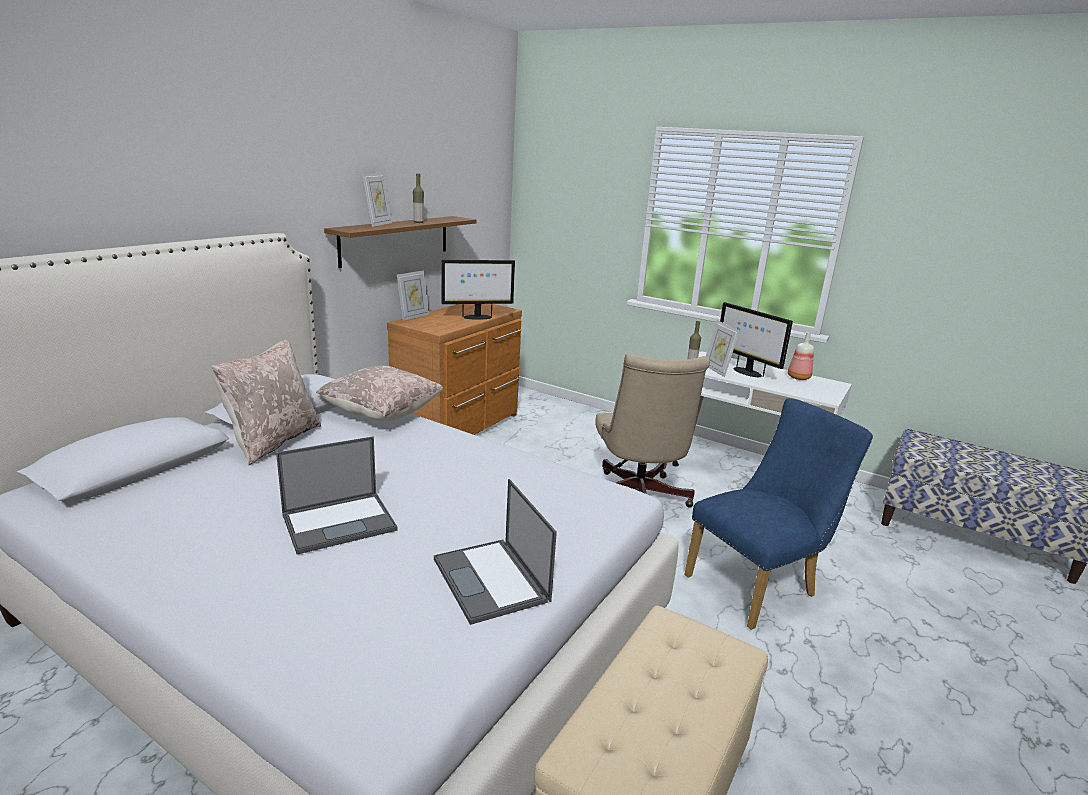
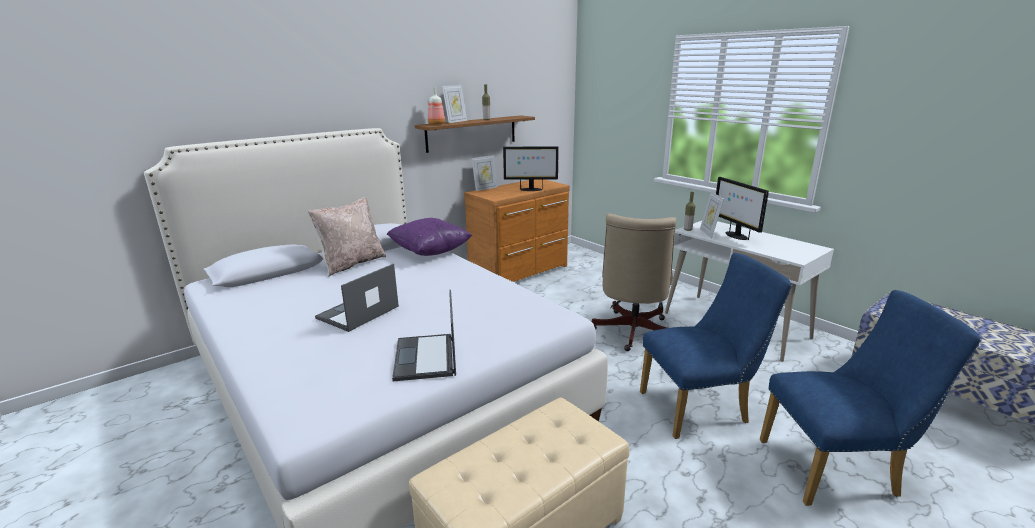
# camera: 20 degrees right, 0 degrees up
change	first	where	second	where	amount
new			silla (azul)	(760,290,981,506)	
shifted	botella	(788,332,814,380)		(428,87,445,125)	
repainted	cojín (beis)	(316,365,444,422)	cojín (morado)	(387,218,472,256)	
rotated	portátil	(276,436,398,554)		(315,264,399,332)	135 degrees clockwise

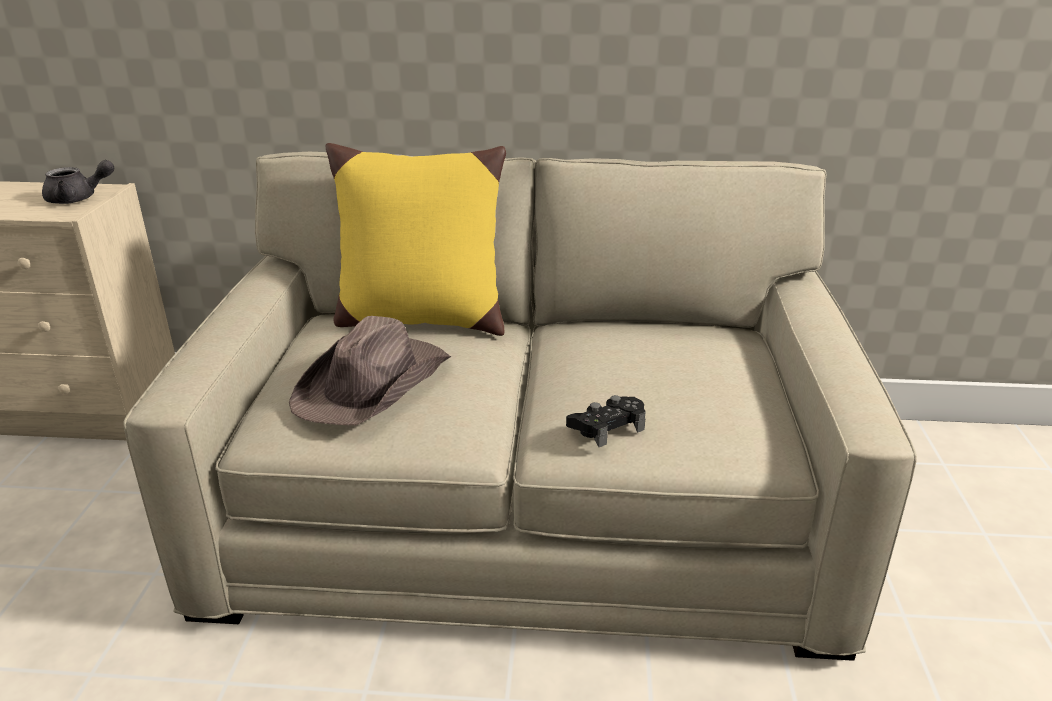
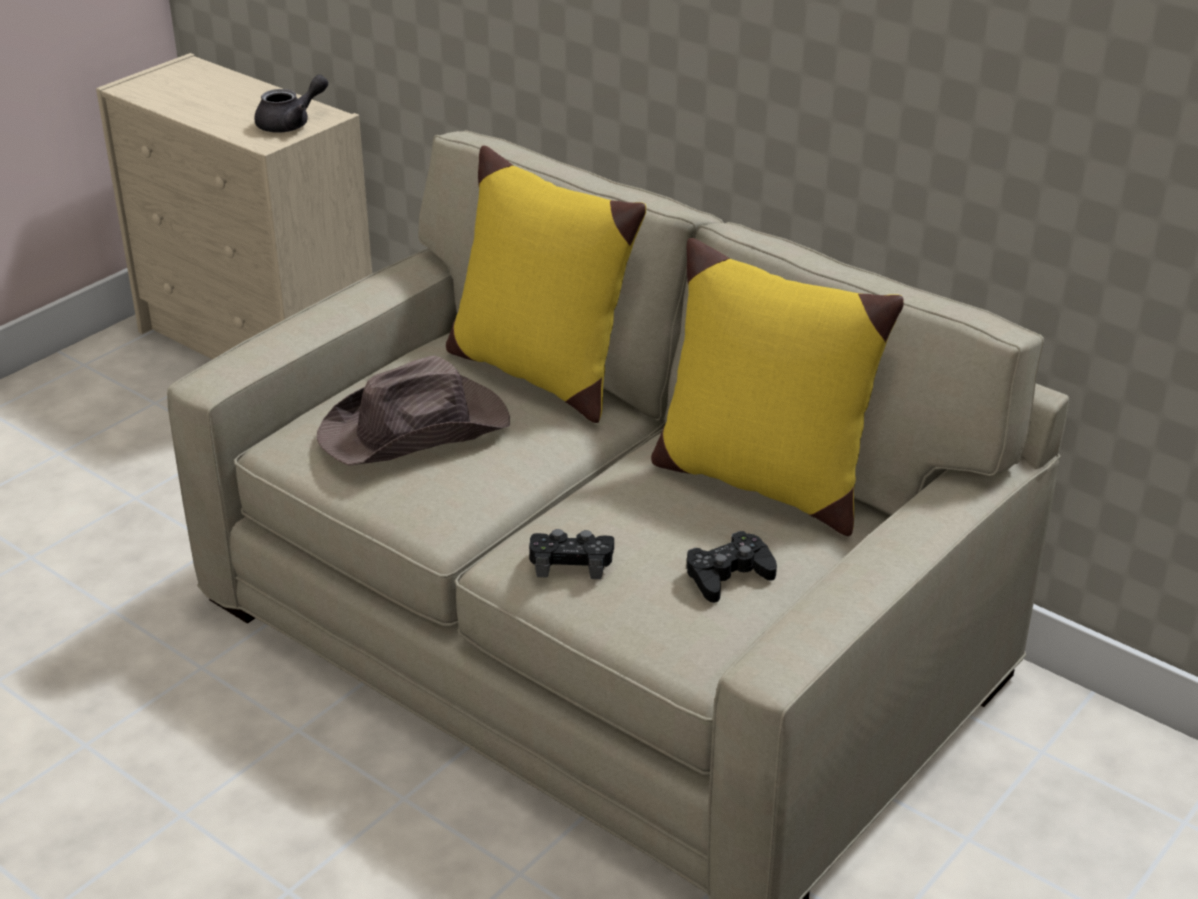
# camera: 35 degrees right, 5 degrees up
change	first	where	second	where	amount
new			cojín (amarillo)	(651,238,904,536)	
new			mando de consola (negro)	(687,531,777,603)	
rotated	tetera (gris)	(42,160,114,204)		(254,75,328,133)	60 degrees counterclockwise

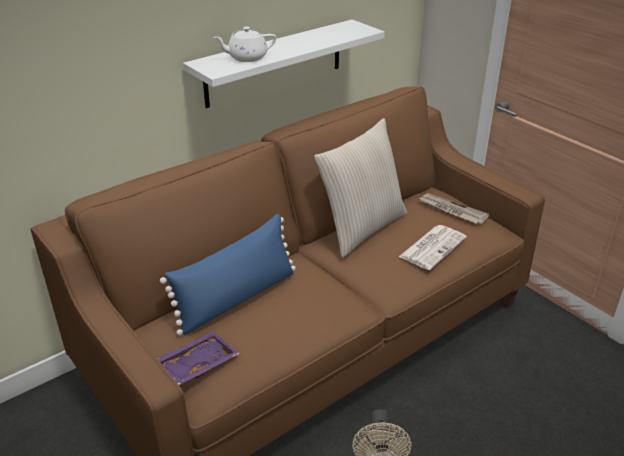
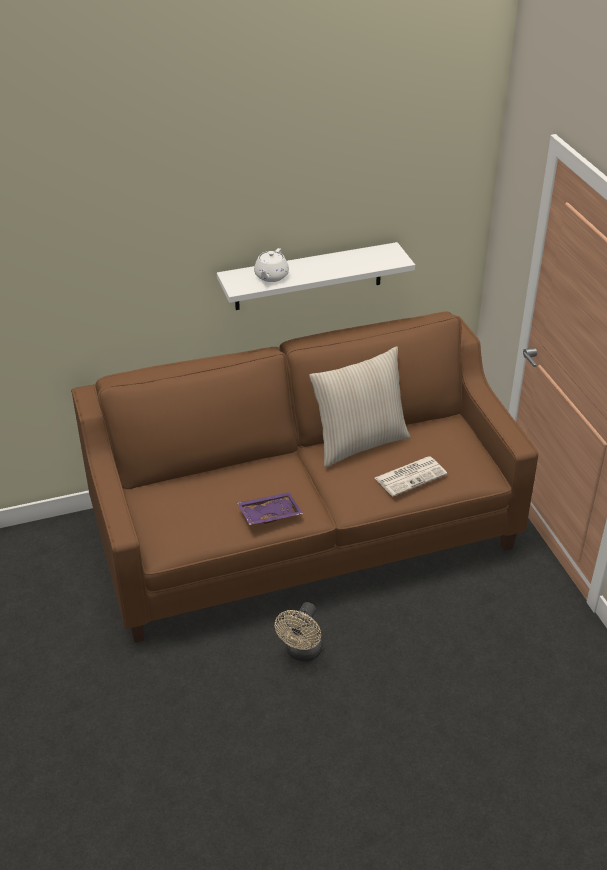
# camera: 20 degrees right, 5 degrees up
change	first	where	second	where	amount
gone	cojín (azul)	(160,214,296,336)			
gone	periódico	(418,193,489,224)			
shifted	bandeja (morado)	(157,332,240,385)		(237,492,303,525)	
rotated	tetera (blanco)	(213,27,276,62)		(254,248,289,282)	75 degrees counterclockwise

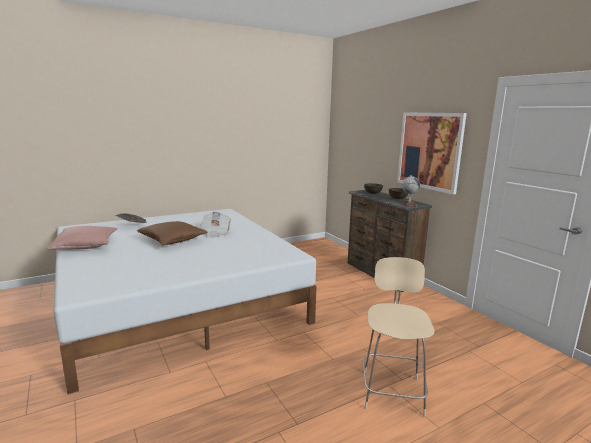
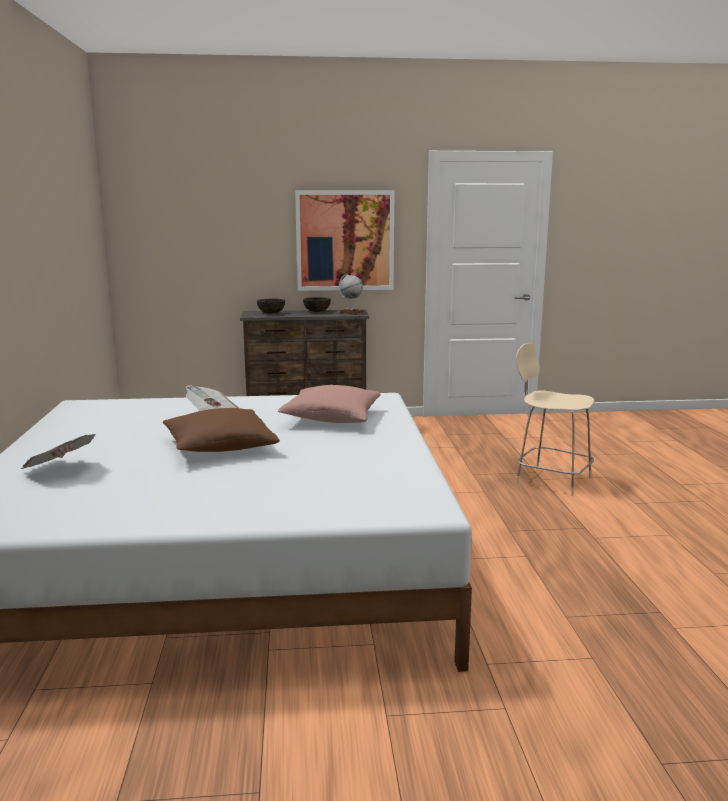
# camera: 65 degrees left, 0 degrees up
change	first	where	second	where	amount
shifted	cojín (rosa)	(47,226,118,250)		(278,385,381,423)	

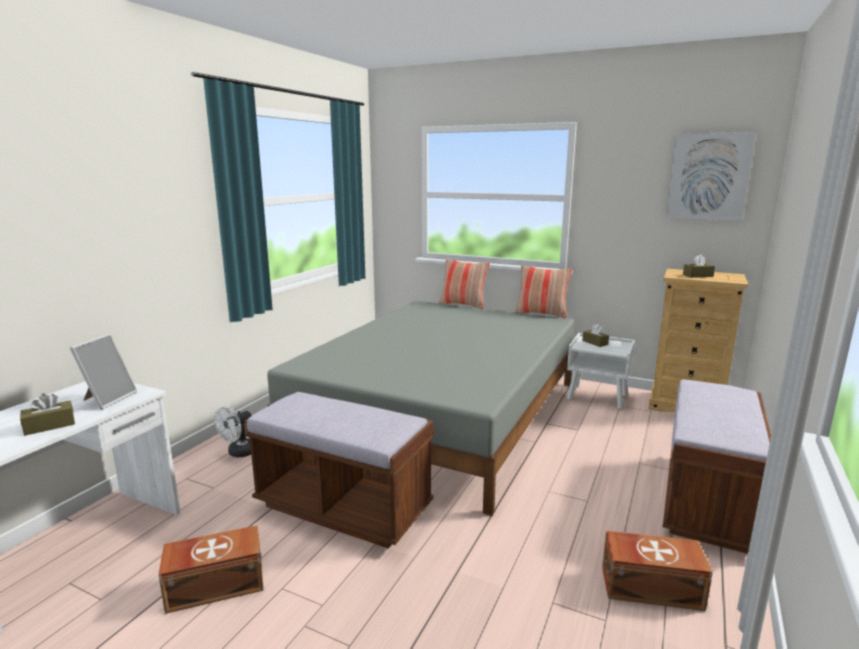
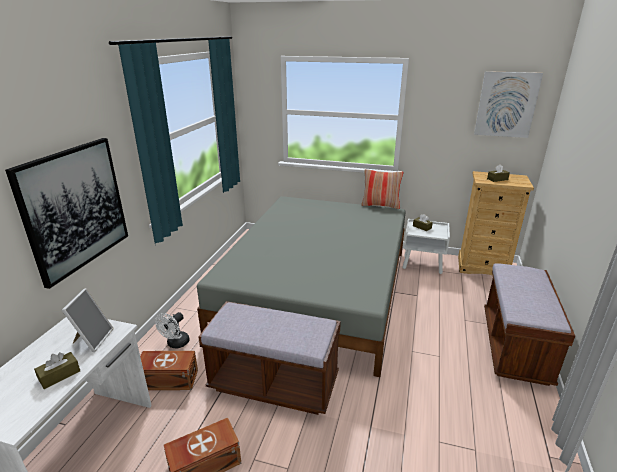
# camera: 10 degrees left, 10 degrees up
change	first	where	second	where	amount
gone	cojín	(439,259,490,309)			
new			cuadro	(5,138,128,289)	
shifted	caja de almacenaje (marrón)	(602,531,713,611)		(140,351,198,390)	

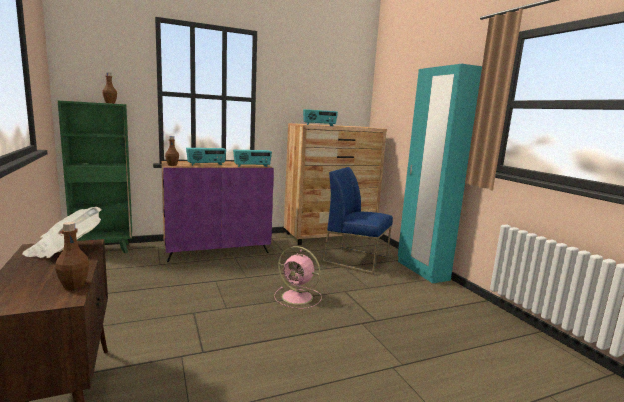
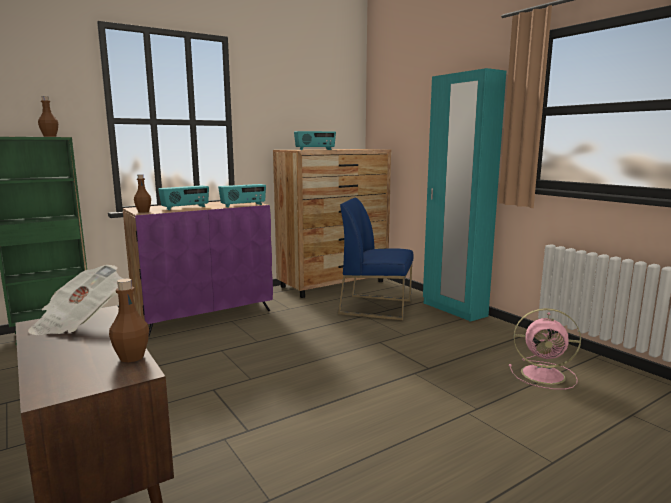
# camera: 10 degrees left, 0 degrees up
change	first	where	second	where	amount
shifted	ventilador (rosa)	(274,246,322,309)		(509,308,581,389)	

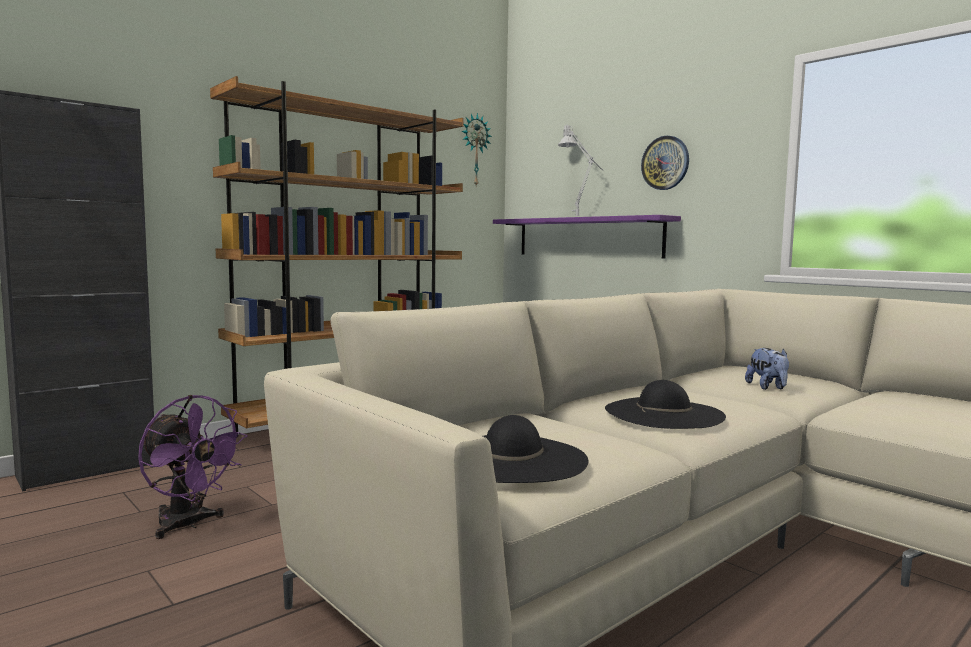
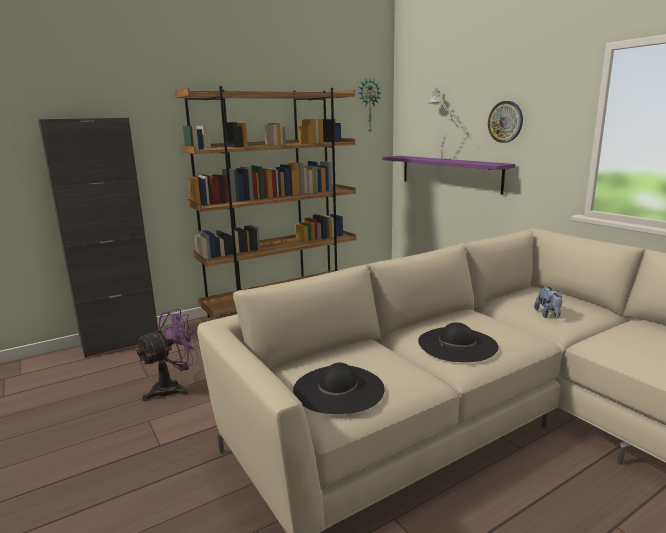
# camera: 10 degrees right, 10 degrees up
change	first	where	second	where	amount
rotated	ventilador (morado)	(138,395,248,539)		(135,309,200,401)	90 degrees counterclockwise

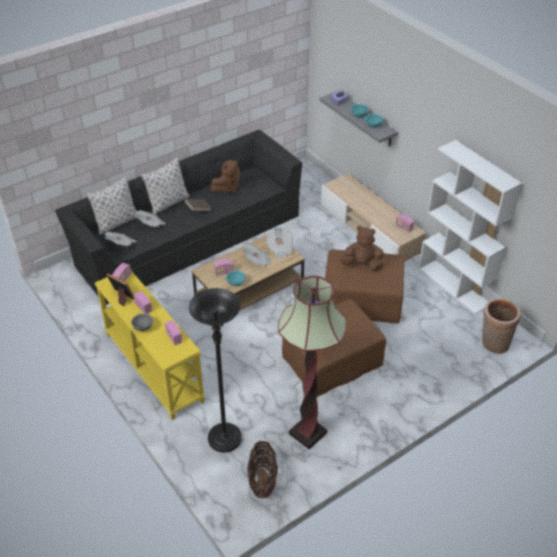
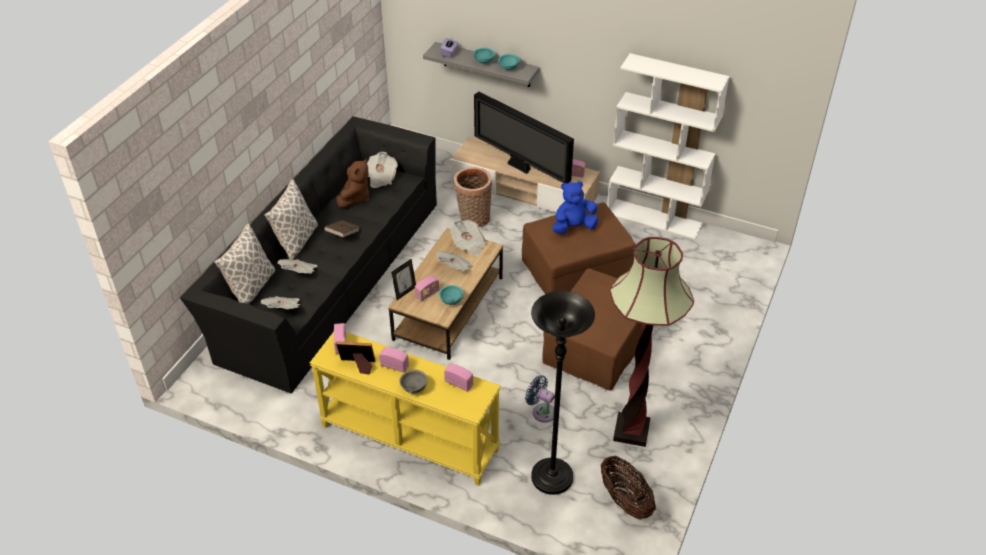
# camera: 30 degrees left, 0 degrees up
change	first	where	second	where	amount
new			periódico	(367,152,398,188)	
new			portarretratos	(391,259,416,300)	
new			televisor	(474,92,574,184)	
new			ventilador (azul)	(525,375,555,423)	
shifted	cesta	(482,298,521,354)		(454,167,492,227)	
repainted	peluche (marrón)	(340,226,384,271)	peluche (azul)	(552,181,598,234)	

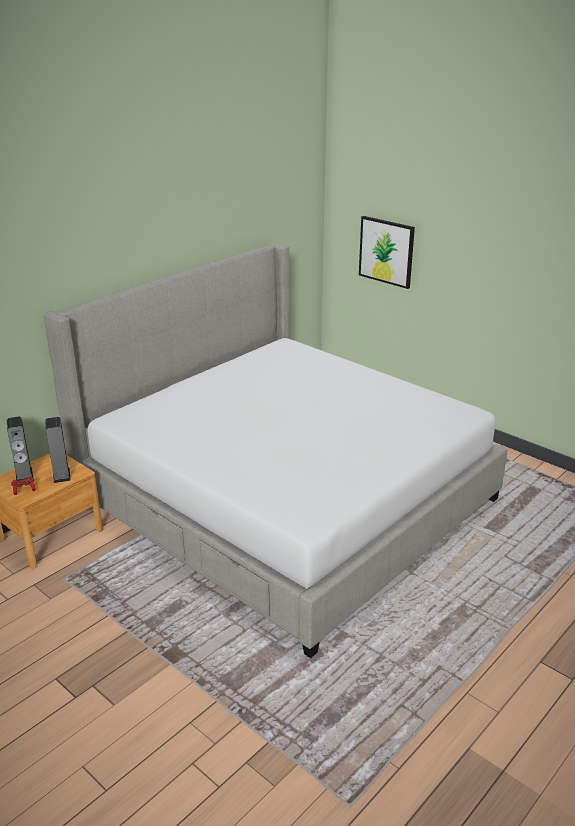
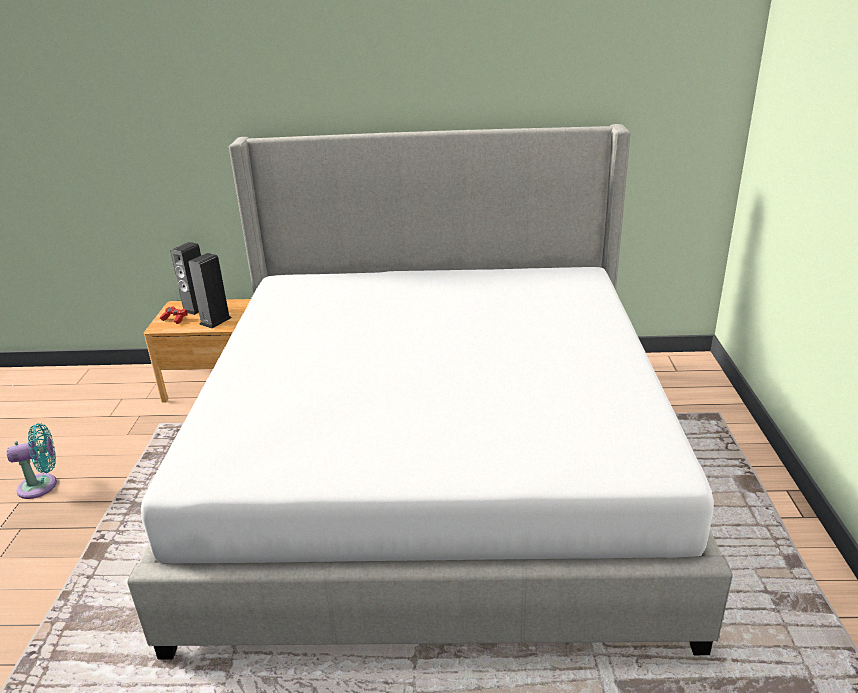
# camera: 50 degrees right, 0 degrees up
change	first	where	second	where	amount
gone	cuadro	(359,216,415,289)			
new			ventilador (turquesa)	(6,424,57,499)	

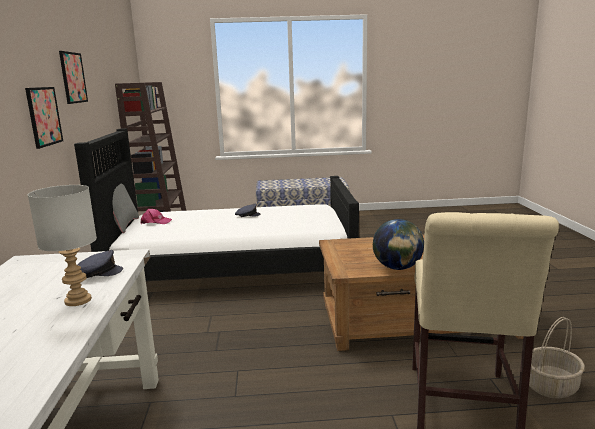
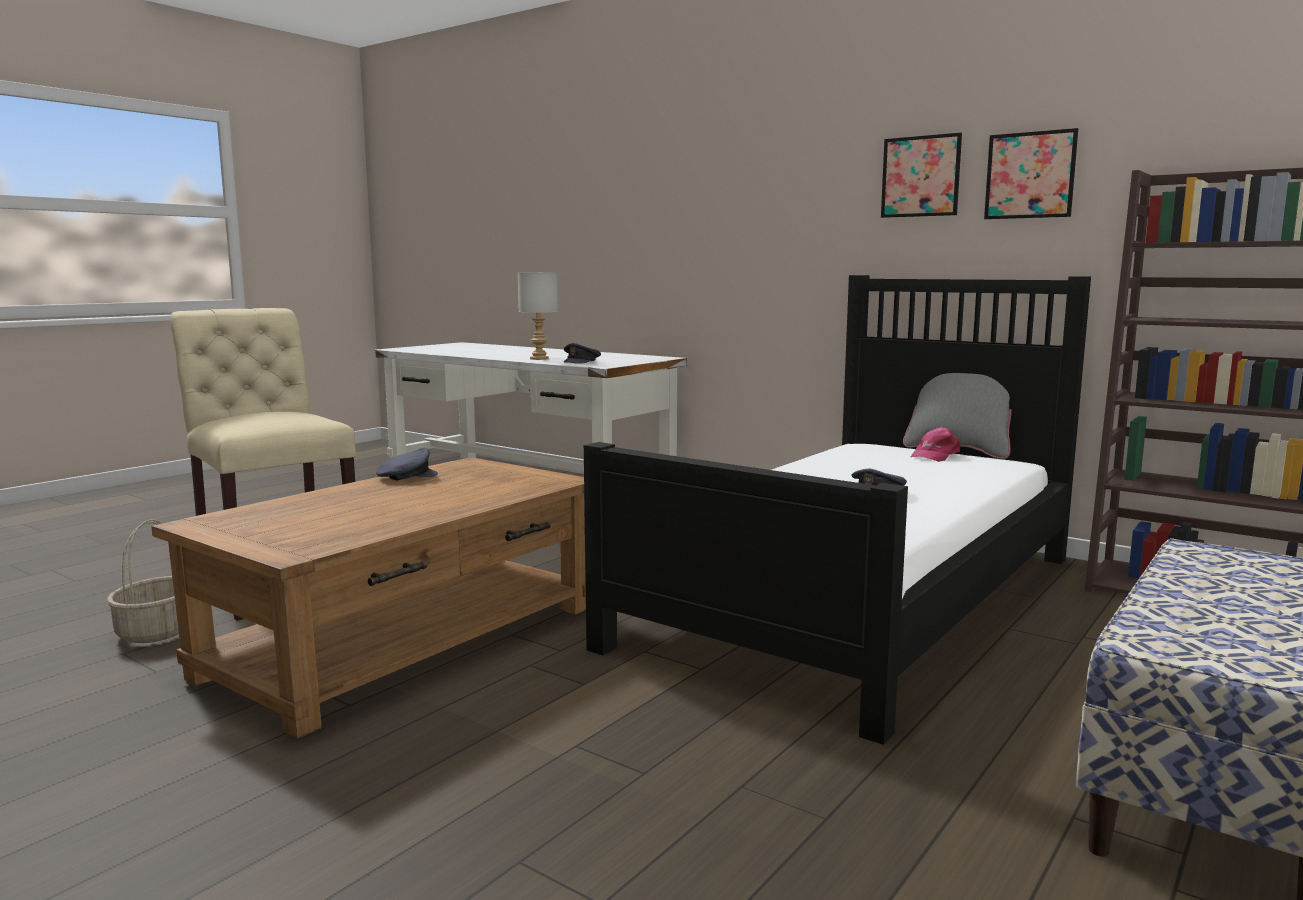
# camera: 130 degrees right, 5 degrees down
change	first	where	second	where	amount
shifted	cuadro	(25,87,63,149)		(984,128,1078,219)	
swapped	globo terráqueo	(372,219,424,270)	gorra (gris)	(376,448,438,481)	

